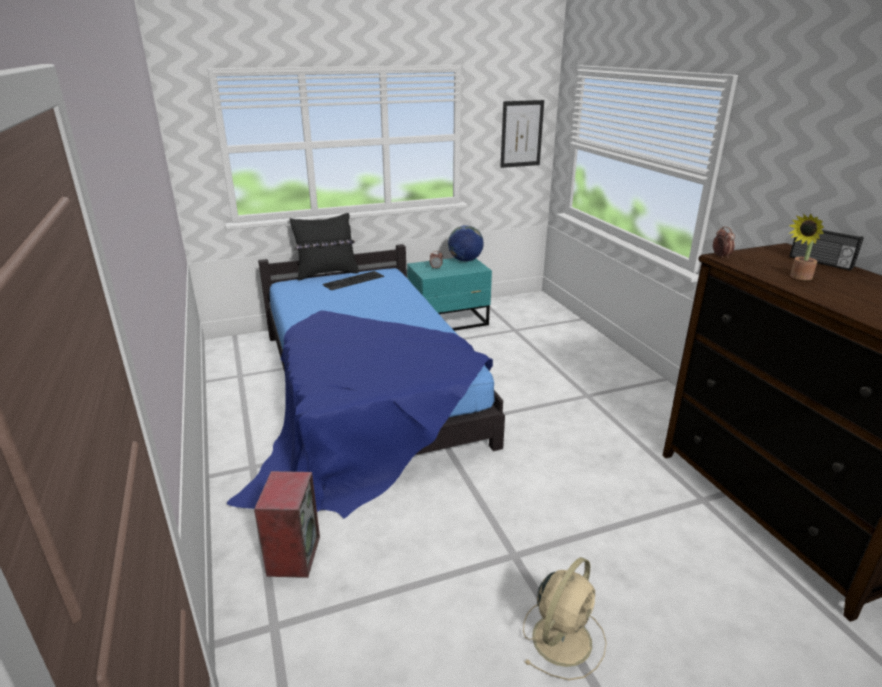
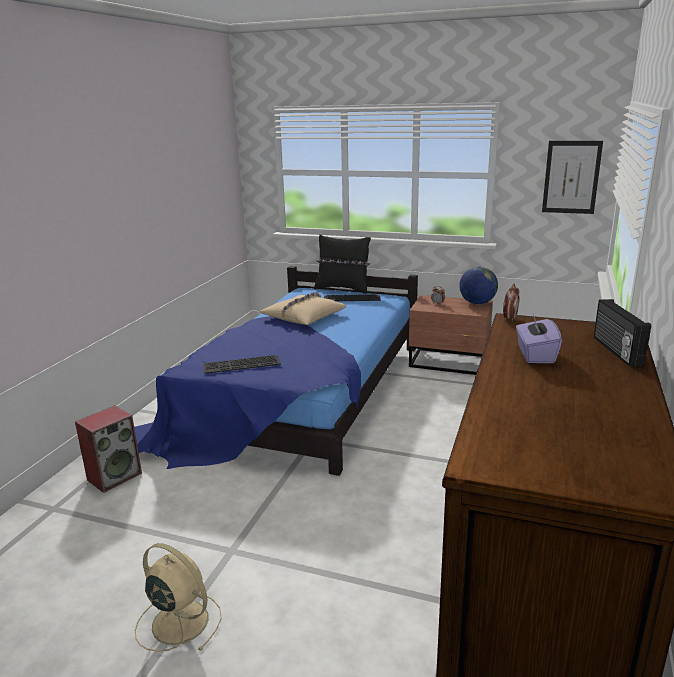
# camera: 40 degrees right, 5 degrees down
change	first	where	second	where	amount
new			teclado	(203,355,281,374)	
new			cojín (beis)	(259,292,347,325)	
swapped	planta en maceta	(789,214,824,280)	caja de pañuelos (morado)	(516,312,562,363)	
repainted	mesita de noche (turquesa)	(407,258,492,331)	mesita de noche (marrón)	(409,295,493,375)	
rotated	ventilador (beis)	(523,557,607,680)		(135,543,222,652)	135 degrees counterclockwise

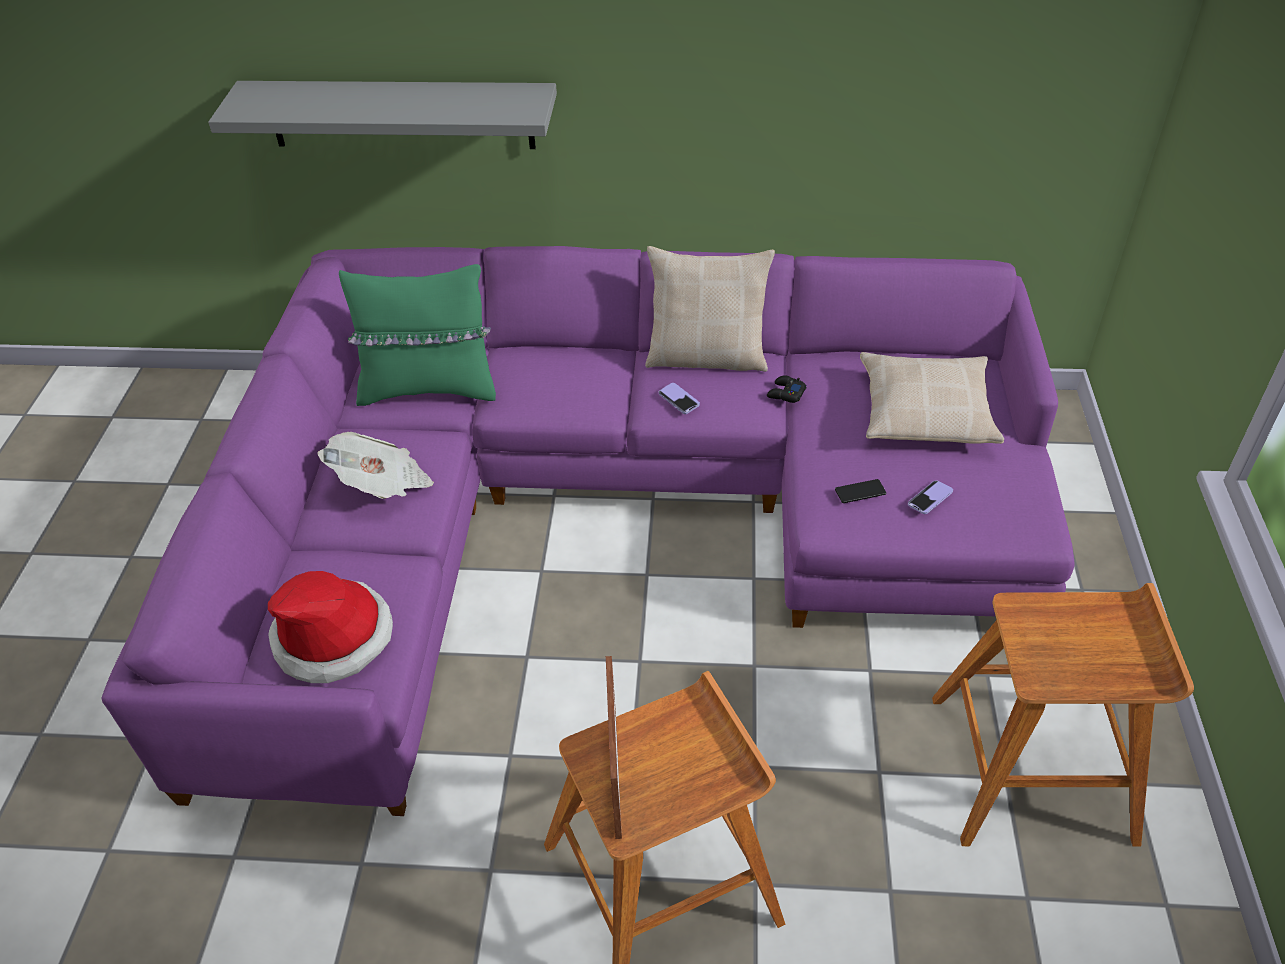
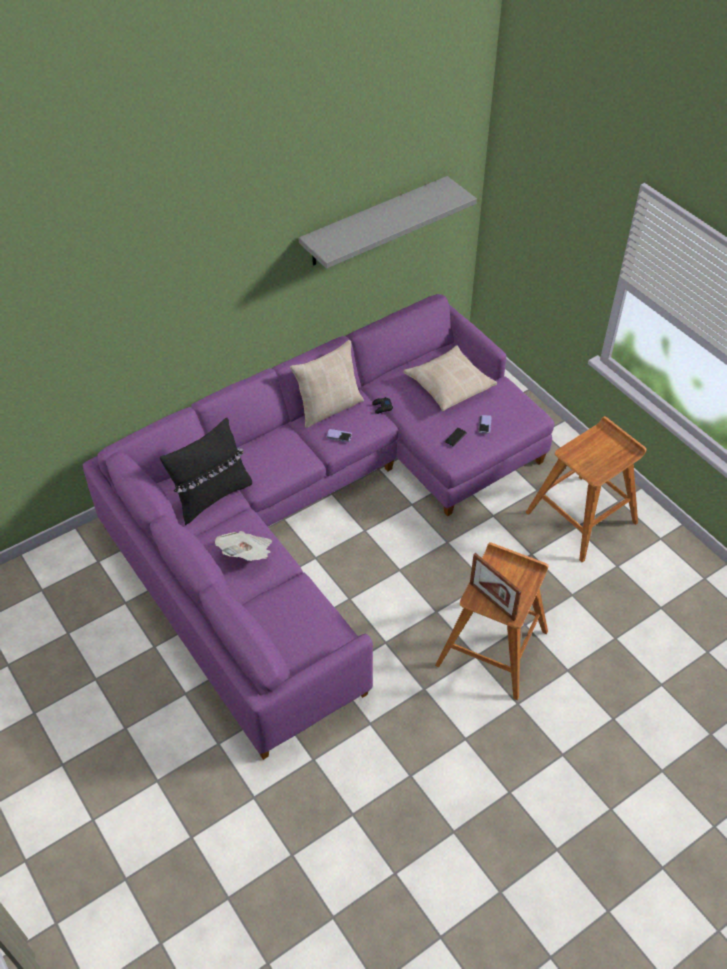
# camera: 40 degrees left, 5 degrees up
change	first	where	second	where	amount
gone	sombrero	(268,571,393,683)			
shifted	estante (gris)	(208,81,557,149)		(299,176,477,269)	
repainted	cojín (verde)	(339,264,496,406)	cojín (negro)	(160,418,252,525)	

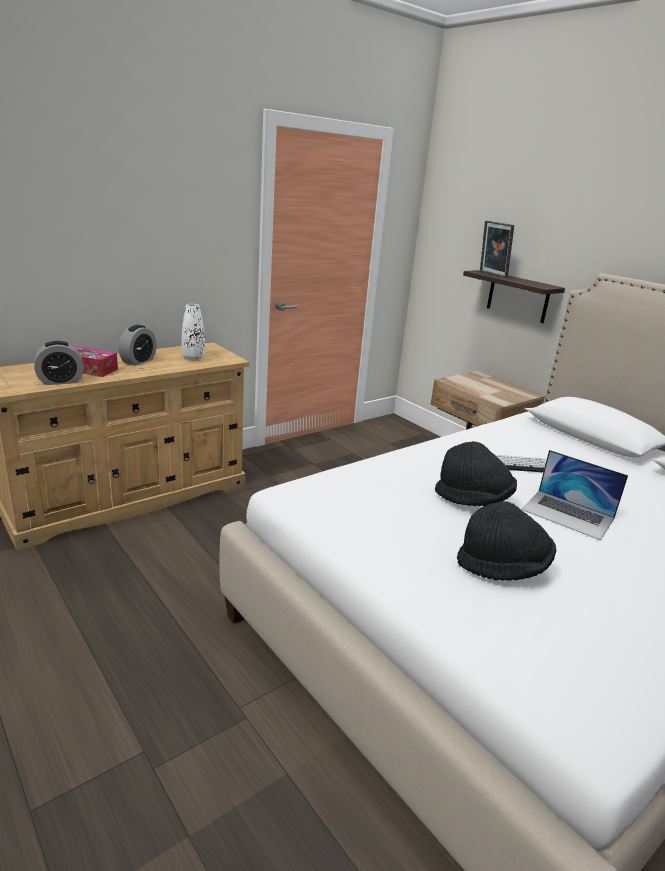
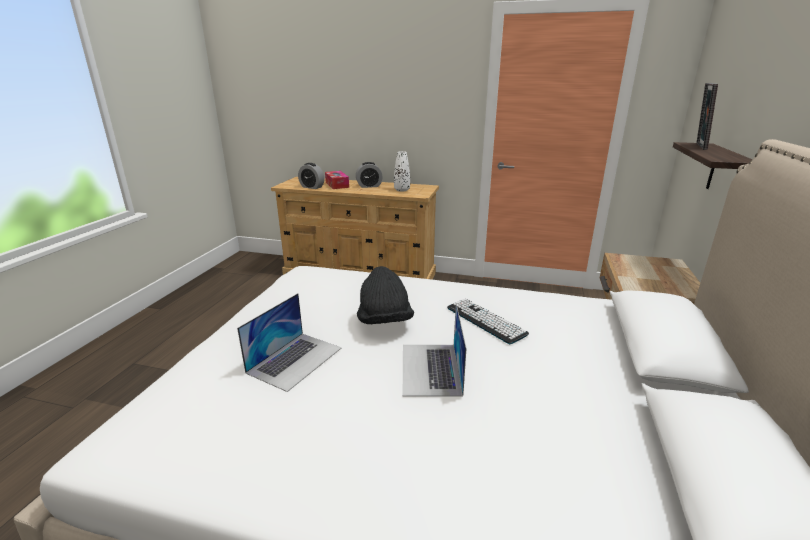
# camera: 55 degrees right, 0 degrees up
change	first	where	second	where	amount
swapped	sombrero (negro)	(457,501,556,581)	portátil	(237,293,341,392)	

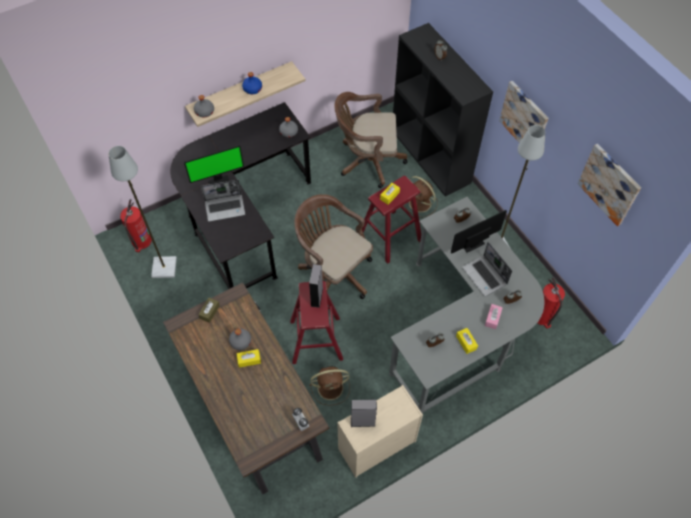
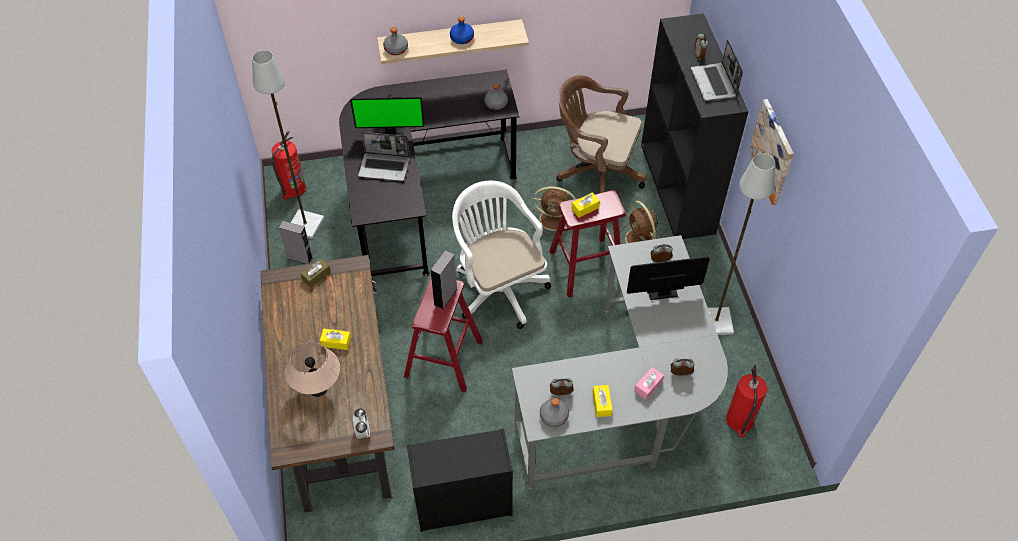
# camera: 20 degrees right, 5 degrees down
change	first	where	second	where	amount
gone	cuadro	(577,144,641,226)			
new			lámpara de mesa (beis)	(285,342,341,397)	
shifted	botella (gris)	(229,329,251,350)		(540,398,569,427)	
shifted	ventilador (marrón)	(310,366,350,406)		(533,186,576,236)	
shifted	altavoz (gris)	(351,399,377,427)		(279,221,313,264)	
shifted	portátil	(462,242,512,297)		(691,39,743,101)	
repainted	silla de oficina (marrón)	(294,194,373,299)	silla de oficina (blanco)	(452,181,551,329)	
repainted	cómoda (beis)	(337,385,423,478)	cómoda (negro)	(407,429,513,532)	

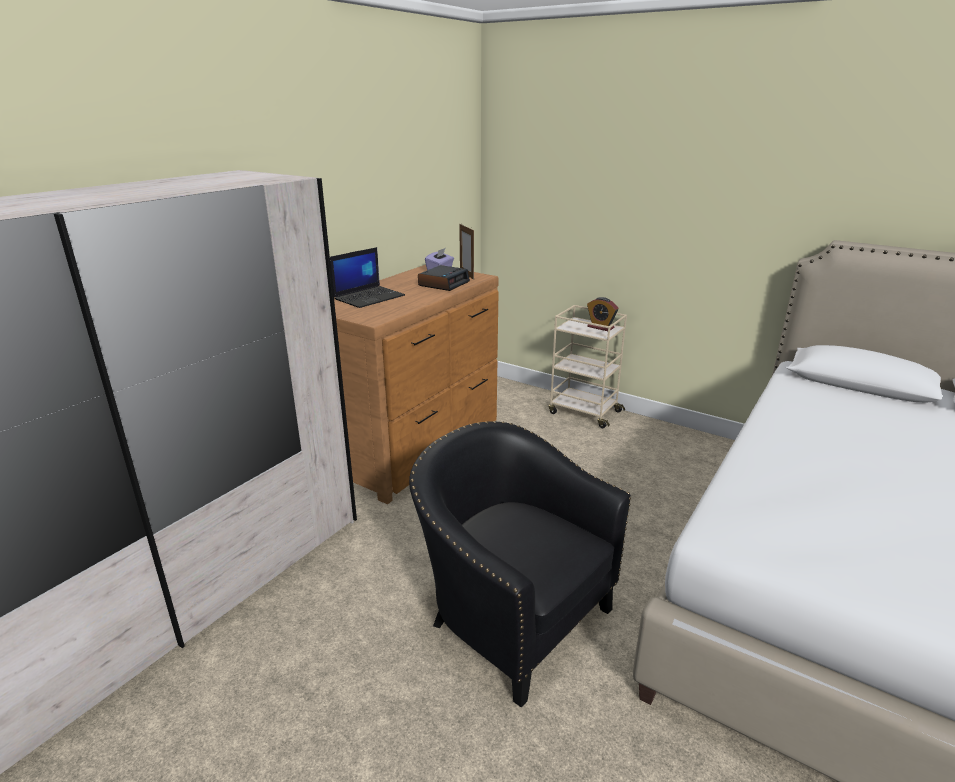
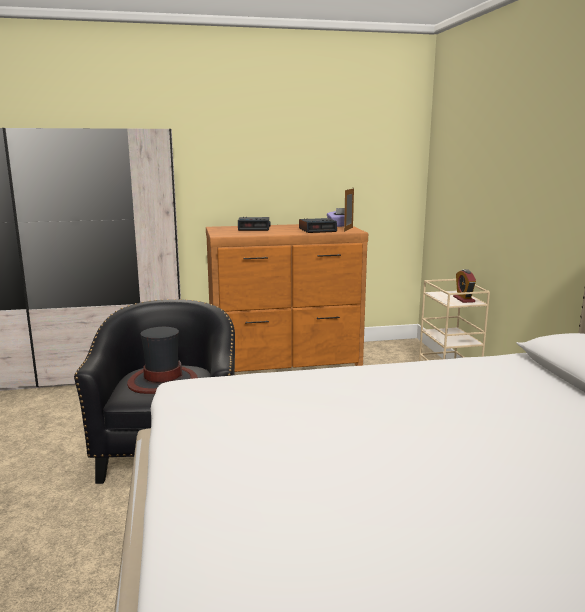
# camera: 45 degrees right, 10 degrees down
change	first	where	second	where	amount
new			sombrero	(127,327,198,394)	
swapped	portátil	(330,247,405,308)	despertador	(238,217,271,231)	

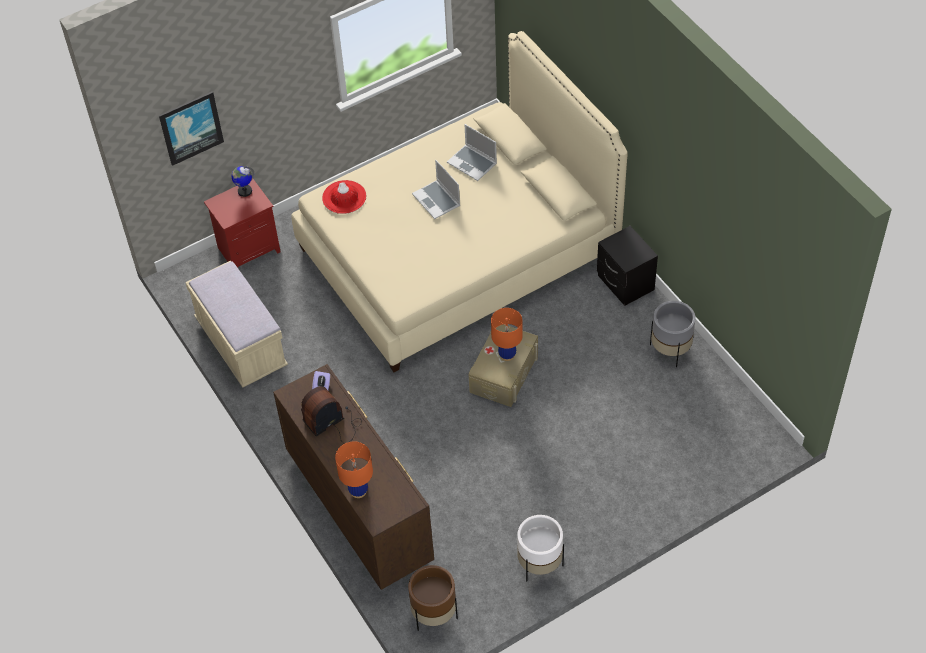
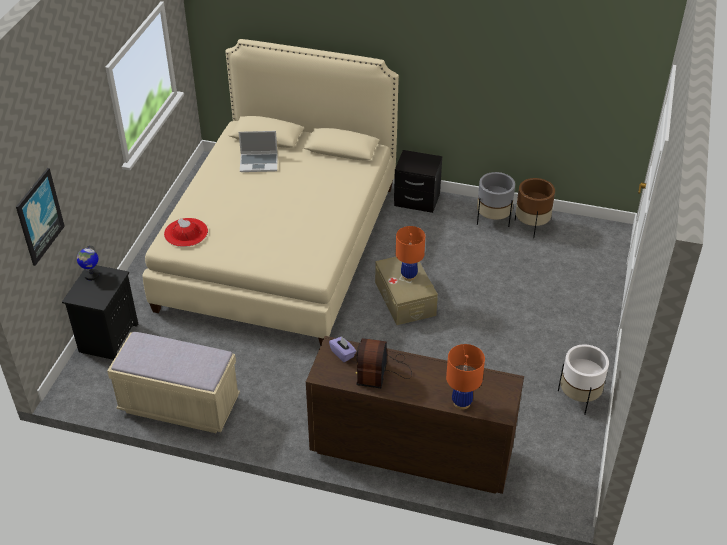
# camera: 45 degrees left, 10 degrees down
change	first	where	second	where	amount
gone	portátil	(412,160,460,219)			
shifted	maceta (marrón)	(408,565,458,631)		(515,178,555,238)	
repainted	mesita de noche (rojo)	(204,179,281,268)	mesita de noche (negro)	(62,265,138,360)	

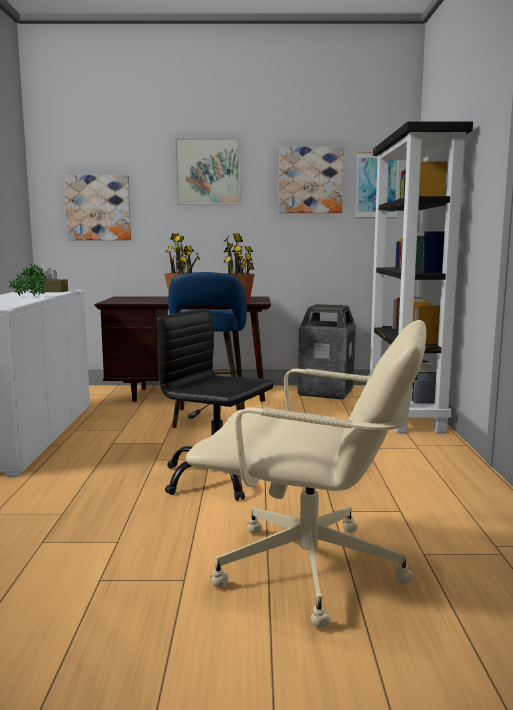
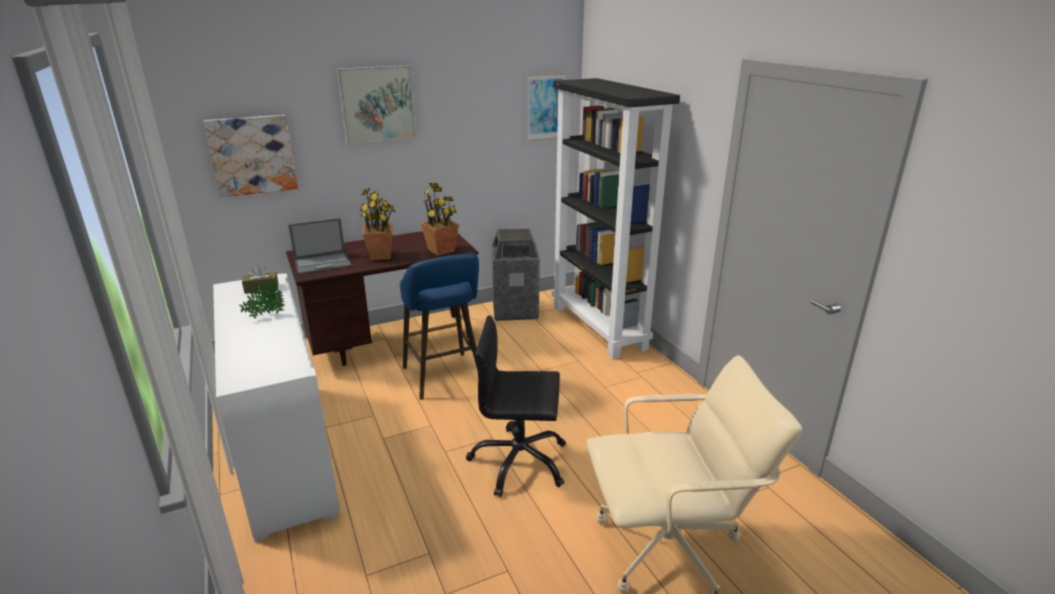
# camera: 25 degrees left, 15 degrees up
change	first	where	second	where	amount
gone	cuadro	(279,147,344,213)			
new			portátil	(288,218,351,274)	

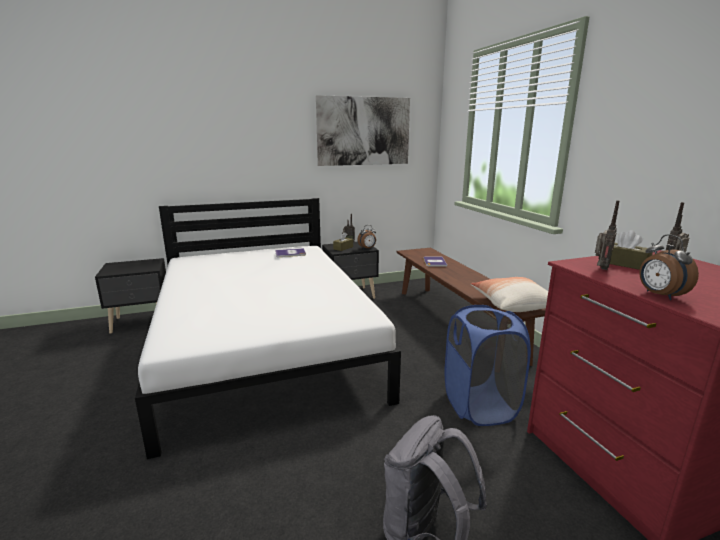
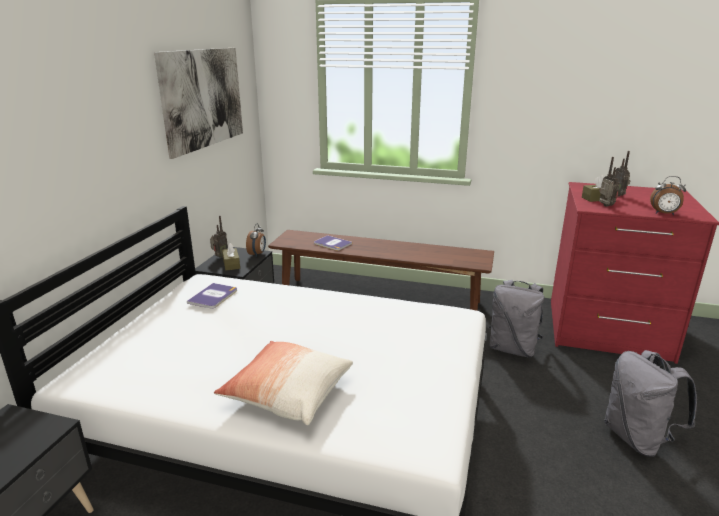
# camera: 55 degrees left, 5 degrees up
change	first	where	second	where	amount
shifted	cojín	(471,277,548,312)		(214,341,353,425)	
swapped	cesto de la ropa (azul)	(445,305,531,426)	mochila (gris)	(489,280,544,357)	

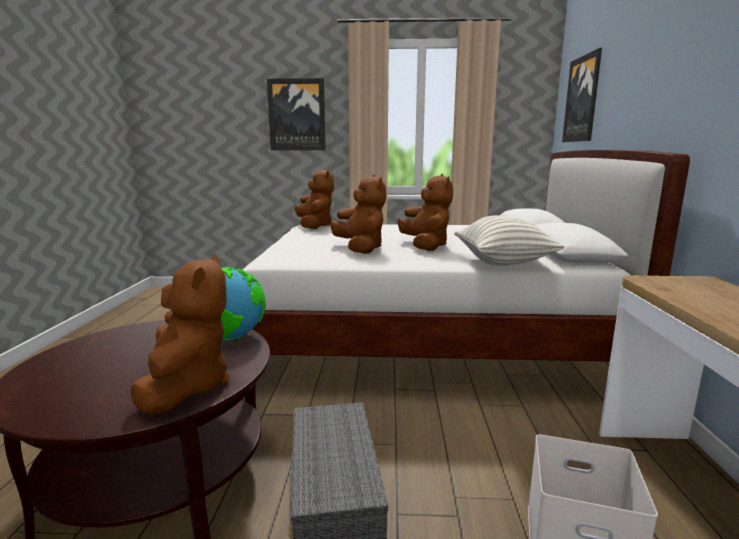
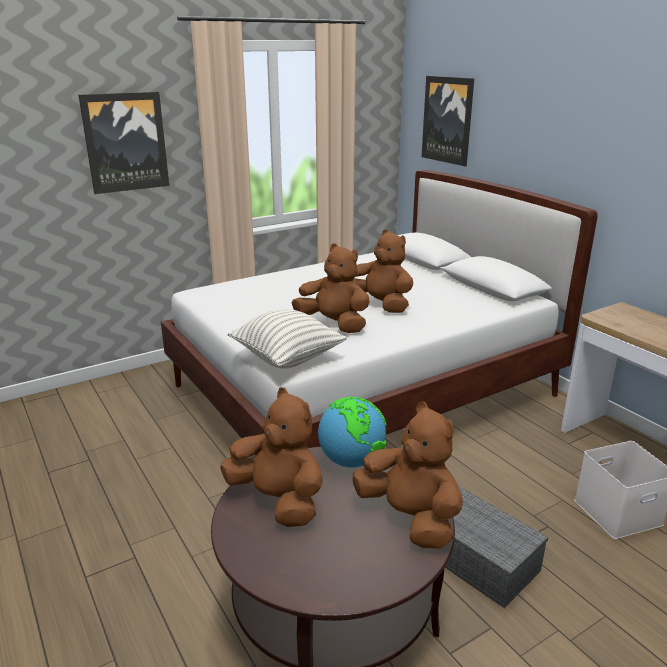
# camera: 35 degrees left, 10 degrees up
change	first	where	second	where	amount
shifted	peluche (marrón)	(295,169,334,229)		(220,387,323,527)	
shifted	cojín	(454,215,565,266)		(228,309,347,369)	

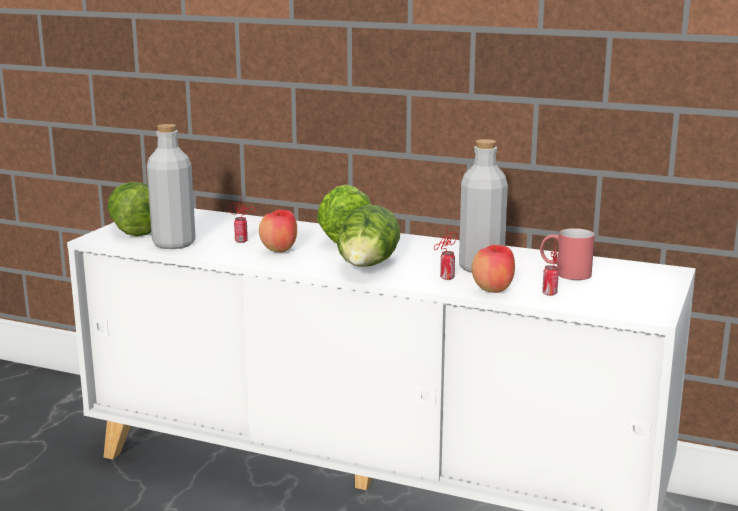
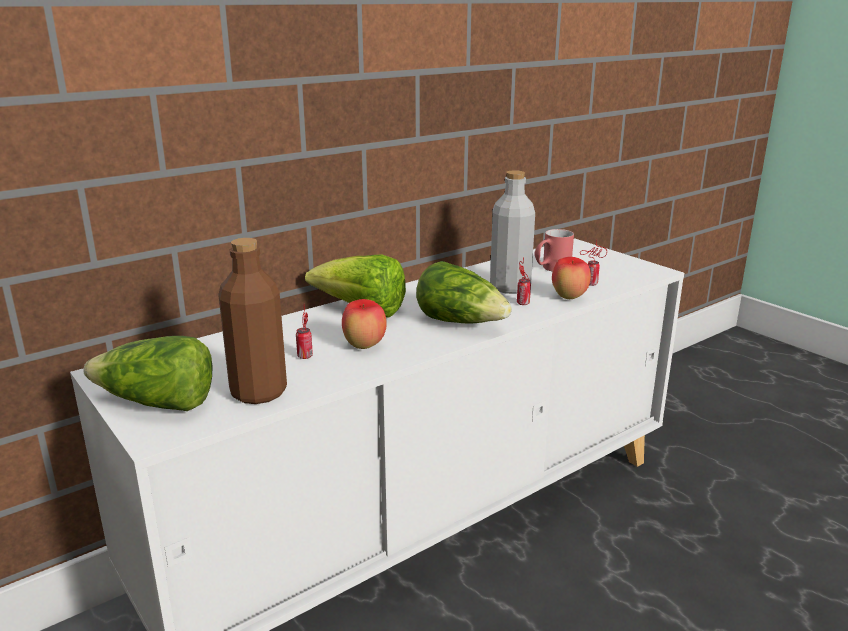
# camera: 60 degrees left, 5 degrees up
change	first	where	second	where	amount
repainted	botella (gris)	(147,124,196,249)	botella (marrón)	(218,238,287,404)	

